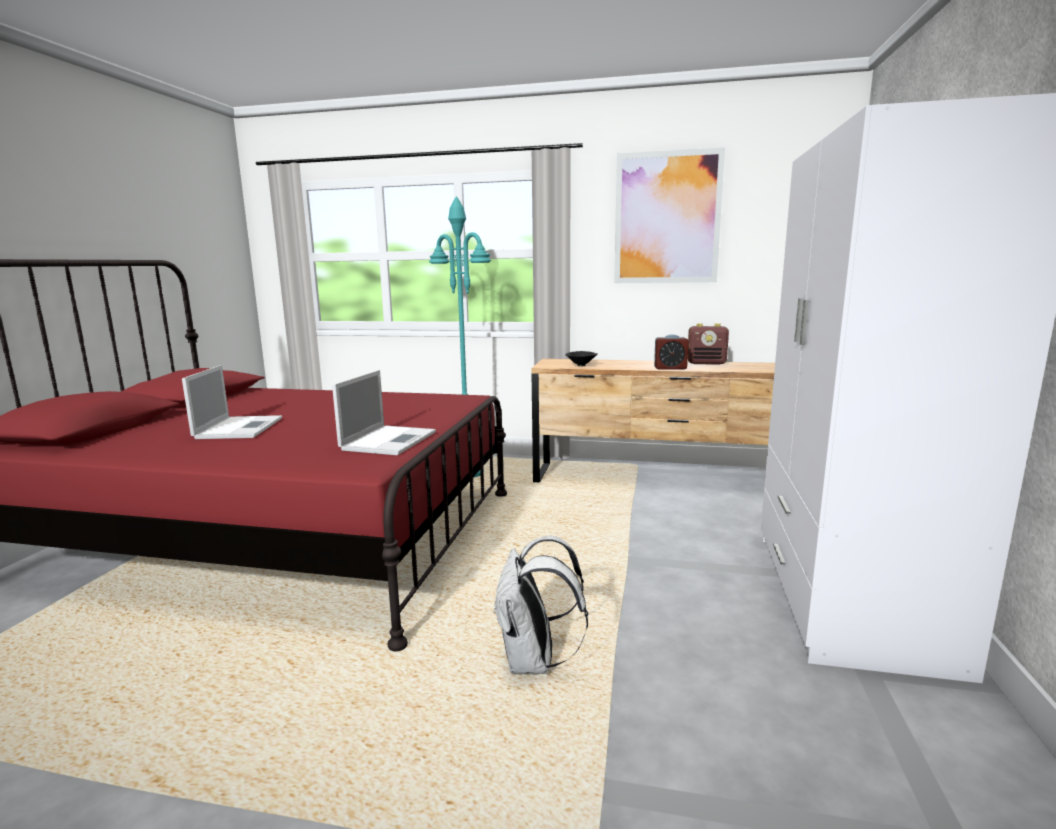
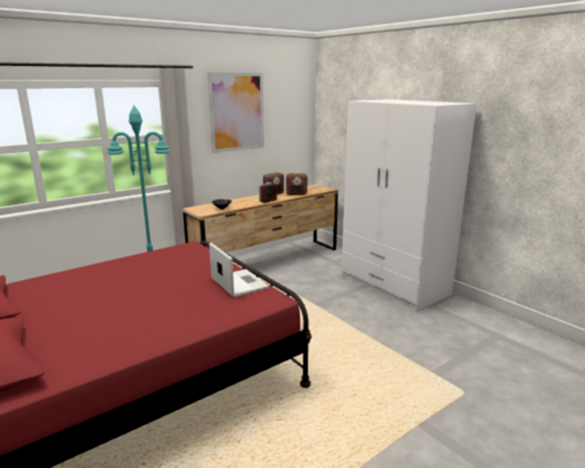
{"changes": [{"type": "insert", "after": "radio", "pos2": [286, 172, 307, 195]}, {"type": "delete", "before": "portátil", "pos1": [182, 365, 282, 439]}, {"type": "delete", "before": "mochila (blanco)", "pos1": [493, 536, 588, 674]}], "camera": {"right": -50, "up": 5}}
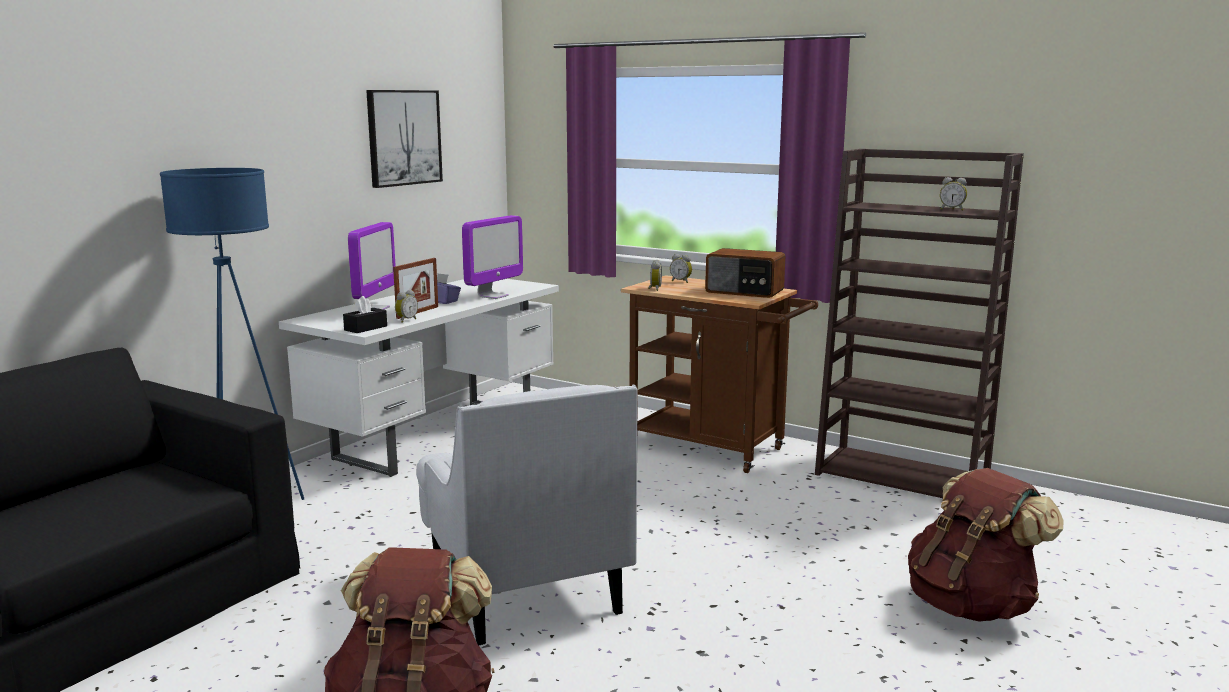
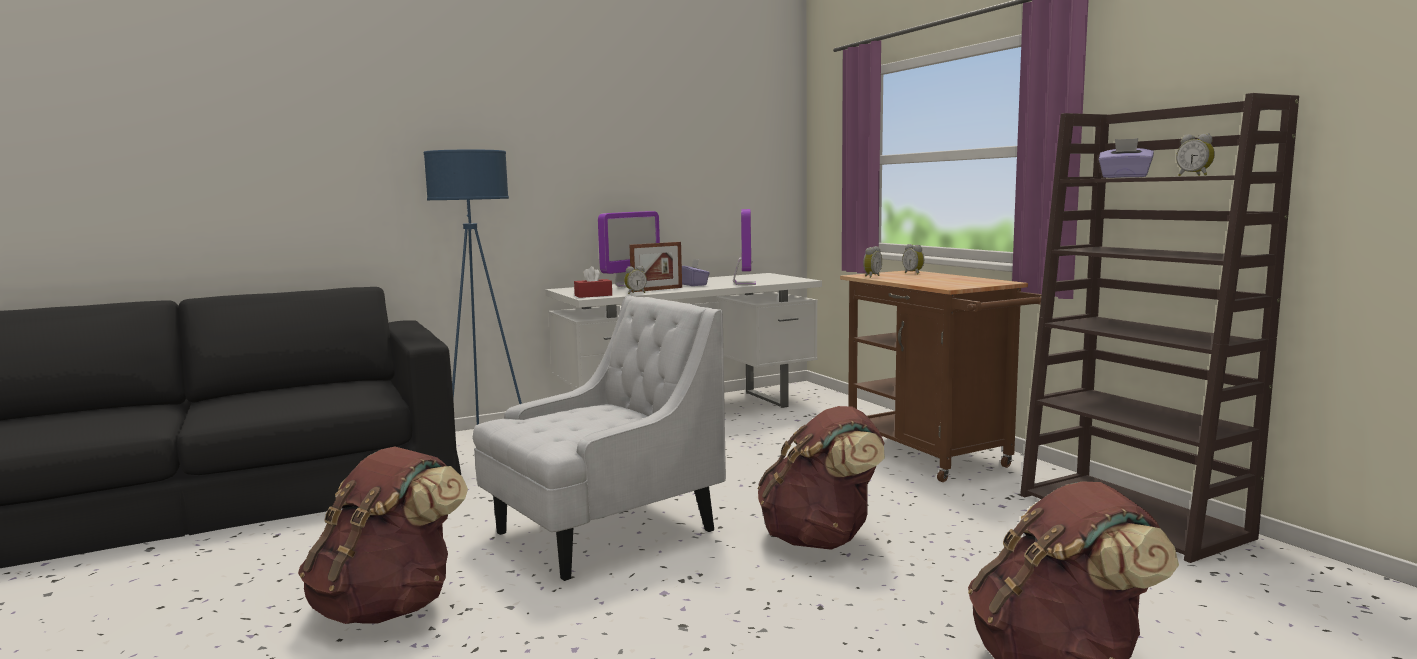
{"changes": [{"type": "rotate", "before": "sillón (blanco)", "pos1": [416, 385, 638, 645], "pos2": [473, 296, 726, 581], "turn": -135}, {"type": "recolor", "before": "caja de pañuelos (negro)", "after": "caja de pañuelos (rojo)", "pos1": [343, 296, 387, 333], "pos2": [574, 266, 612, 298]}, {"type": "rotate", "before": "monitor", "pos1": [462, 215, 523, 299], "pos2": [733, 209, 756, 285], "turn": -60}, {"type": "insert", "after": "mochila (marrón)", "pos2": [758, 406, 885, 550]}, {"type": "insert", "after": "caja de pañuelos (morado)", "pos2": [1099, 138, 1154, 178]}, {"type": "delete", "before": "cuadro", "pos1": [366, 90, 443, 188]}, {"type": "delete", "before": "radio", "pos1": [705, 248, 785, 298]}], "camera": {"right": 30, "up": -5}}
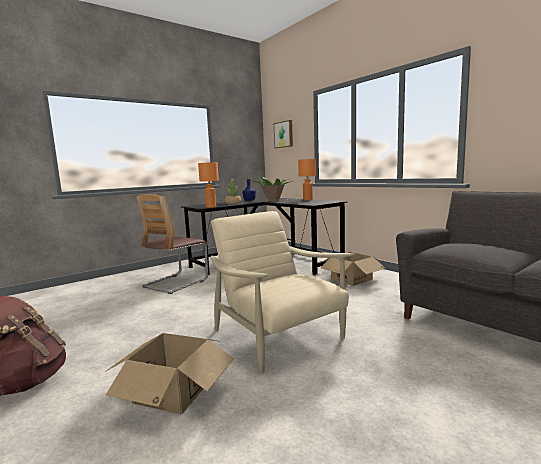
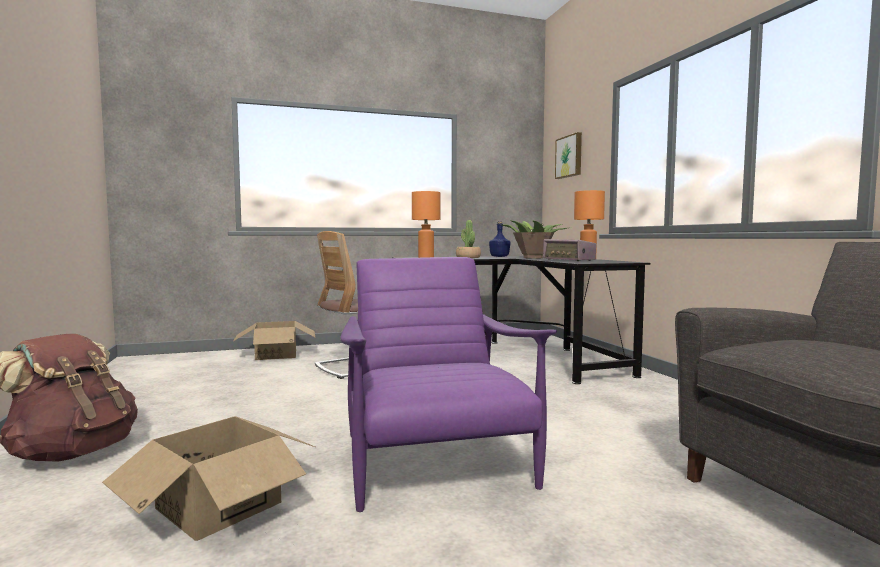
{"changes": [{"type": "move", "before": "caja de cartón", "pos1": [321, 252, 385, 286], "pos2": [233, 321, 316, 360]}, {"type": "recolor", "before": "sillón (beis)", "after": "sillón (morado)", "pos1": [210, 211, 355, 373], "pos2": [341, 257, 557, 512]}, {"type": "insert", "after": "radio", "pos2": [543, 239, 596, 261]}], "camera": {"right": 20, "up": -5}}
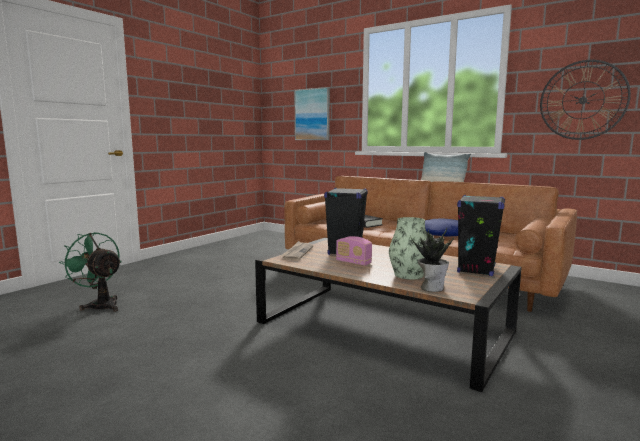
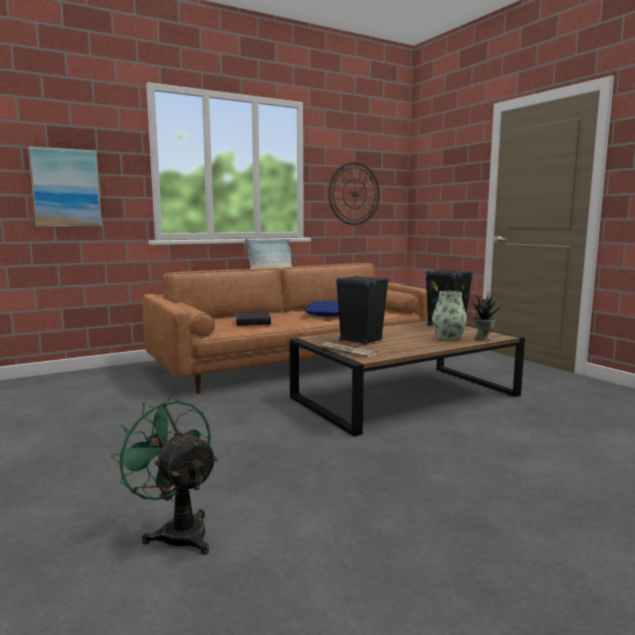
{"changes": [{"type": "rotate", "before": "ventilador (verde)", "pos1": [59, 232, 122, 312], "pos2": [111, 397, 218, 555], "turn": 75}, {"type": "delete", "before": "radio", "pos1": [336, 236, 372, 266]}], "camera": {"right": -65, "up": 0}}
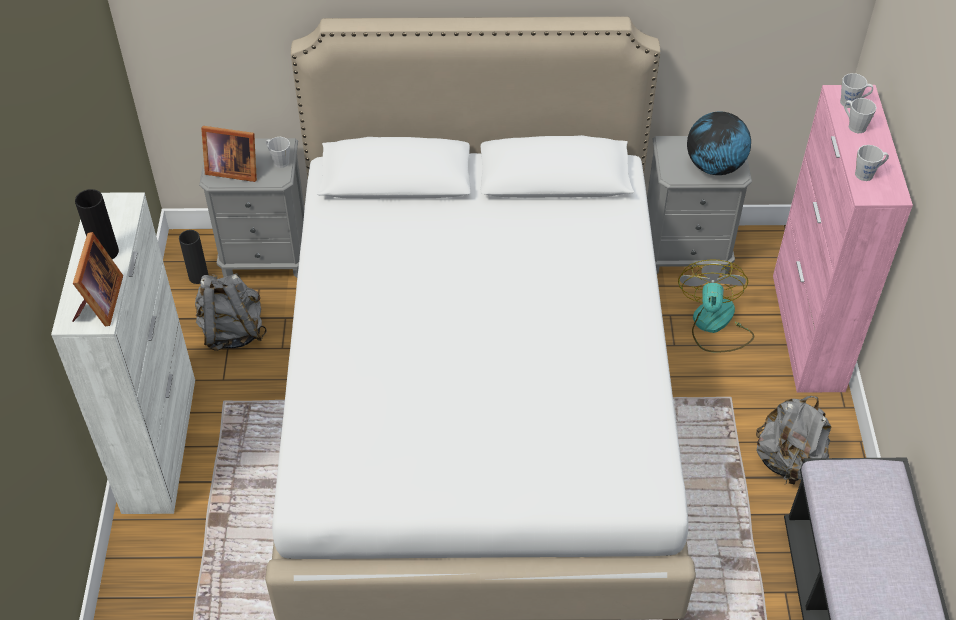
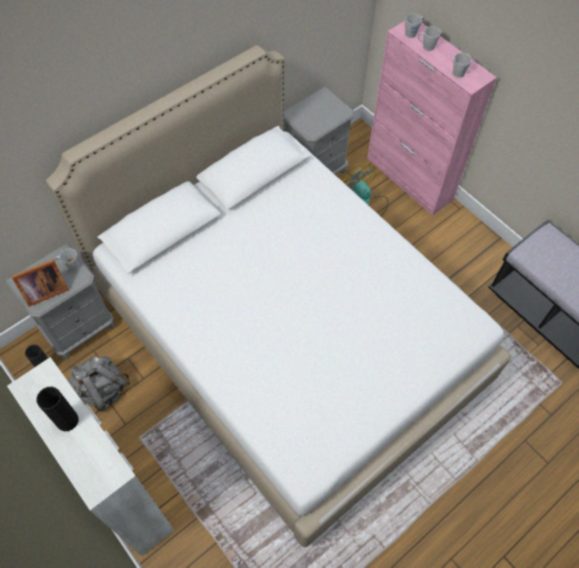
{"changes": [{"type": "delete", "before": "portarretratos", "pos1": [72, 232, 123, 327]}, {"type": "delete", "before": "globo terráqueo", "pos1": [687, 111, 751, 175]}, {"type": "delete", "before": "mochila (gris)", "pos1": [756, 396, 831, 485]}], "camera": {"right": -40, "up": 10}}
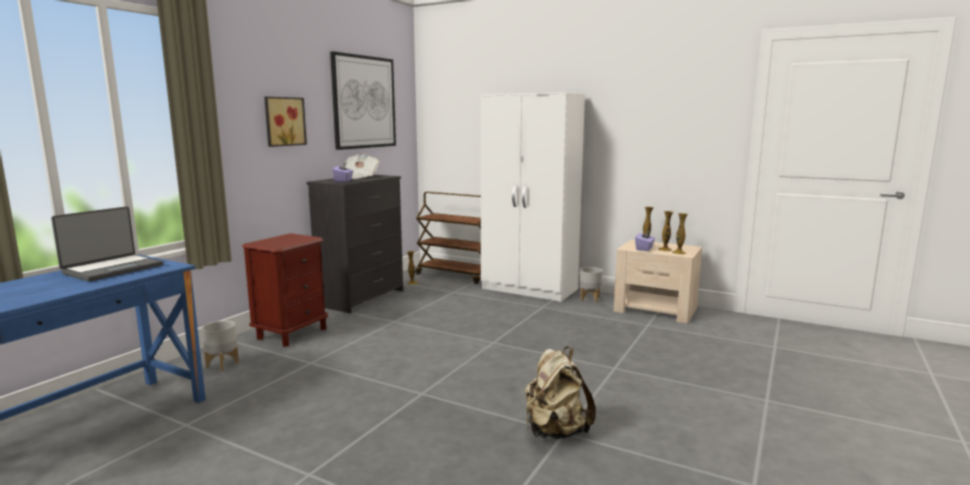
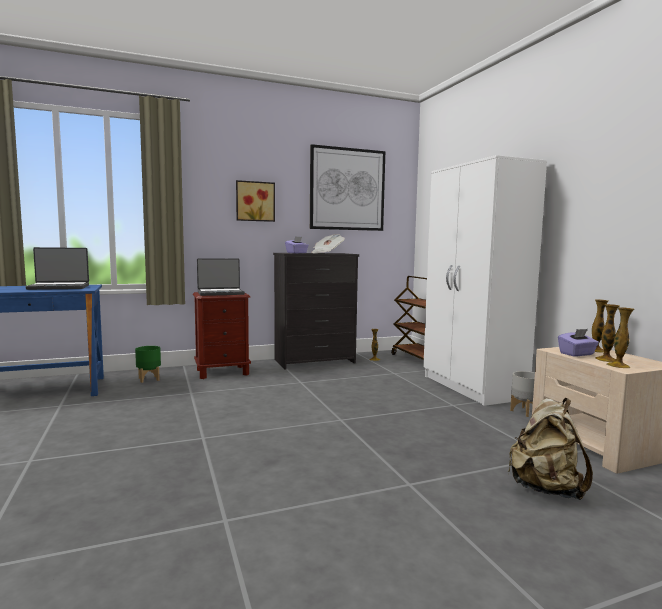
{"changes": [{"type": "recolor", "before": "maceta (gris)", "after": "maceta (verde)", "pos1": [202, 321, 239, 371], "pos2": [135, 346, 161, 383]}, {"type": "insert", "after": "portátil", "pos2": [197, 258, 245, 296]}, {"type": "move", "before": "mochila (beis)", "pos1": [525, 347, 596, 439], "pos2": [508, 398, 593, 500]}], "camera": {"right": 40, "up": -5}}
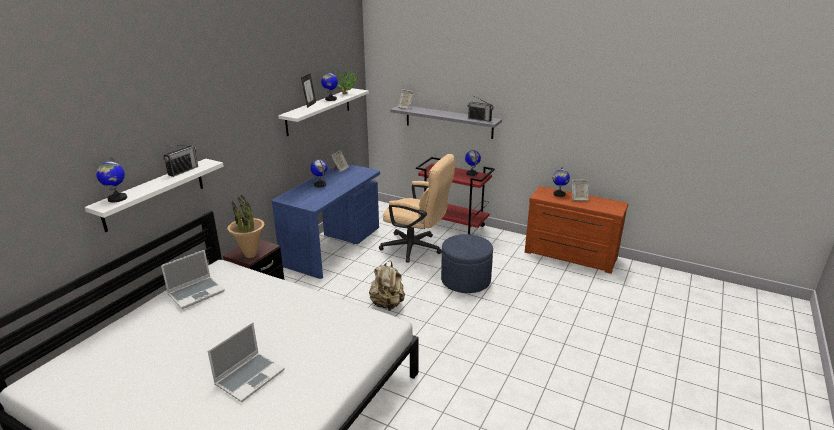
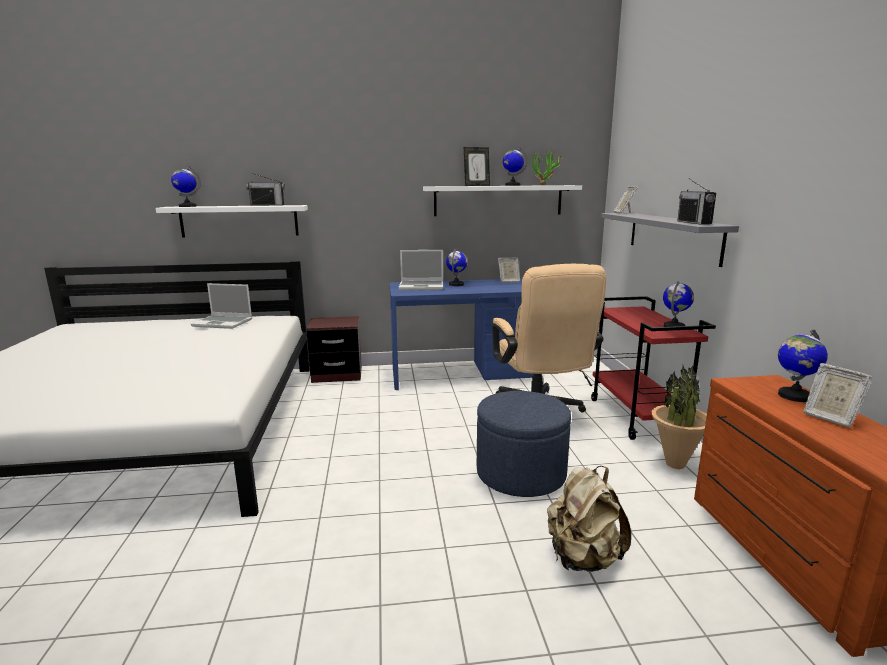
{"changes": [{"type": "move", "before": "portátil", "pos1": [208, 322, 285, 402], "pos2": [398, 250, 443, 290]}, {"type": "move", "before": "mochila (beis)", "pos1": [369, 261, 405, 311], "pos2": [547, 466, 631, 572]}, {"type": "move", "before": "planta en maceta", "pos1": [228, 194, 265, 258], "pos2": [652, 366, 707, 469]}], "camera": {"right": 55, "up": -10}}
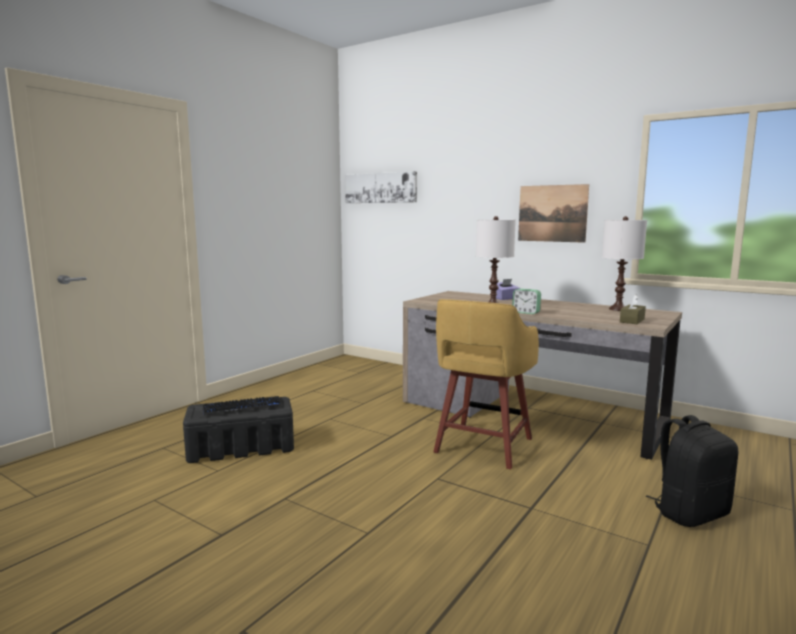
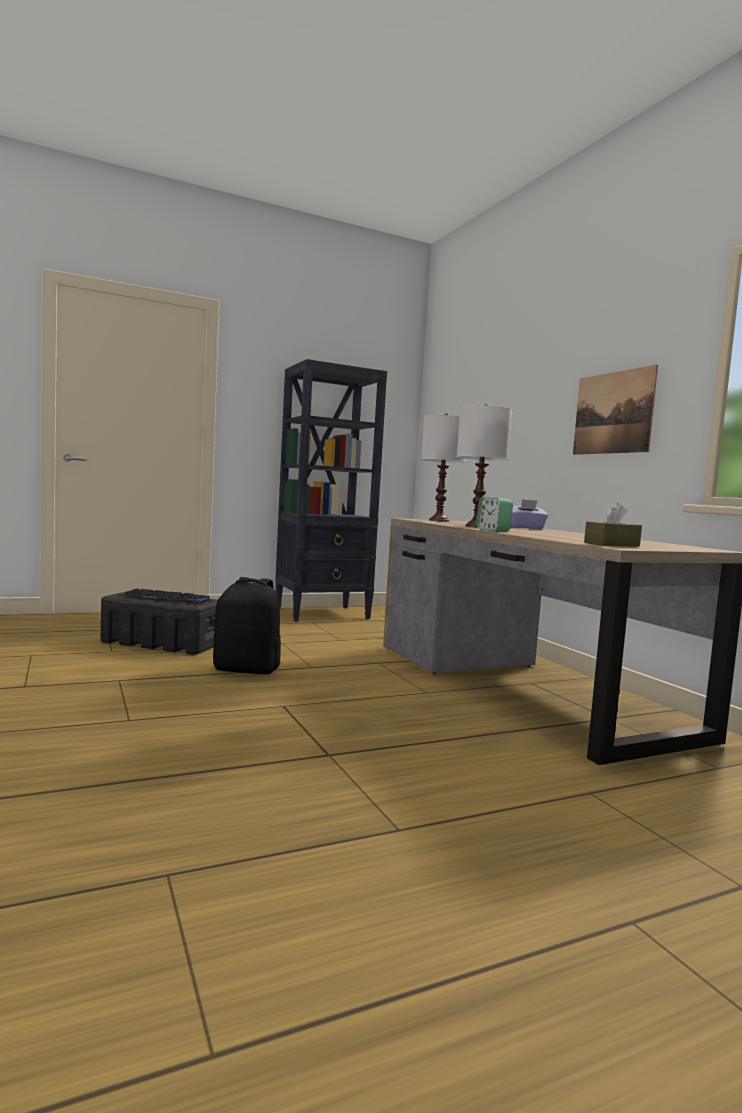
{"changes": [{"type": "move", "before": "mochila (negro)", "pos1": [646, 415, 739, 527], "pos2": [213, 577, 281, 674]}, {"type": "insert", "after": "estantería (negro)", "pos2": [275, 359, 387, 622]}, {"type": "move", "before": "lámpara de mesa (blanco)", "pos1": [602, 216, 647, 311], "pos2": [421, 414, 466, 522]}, {"type": "delete", "before": "cuadro", "pos1": [345, 171, 417, 203]}, {"type": "delete", "before": "taburete (amarillo)", "pos1": [433, 299, 539, 469]}], "camera": {"right": 30, "up": -5}}
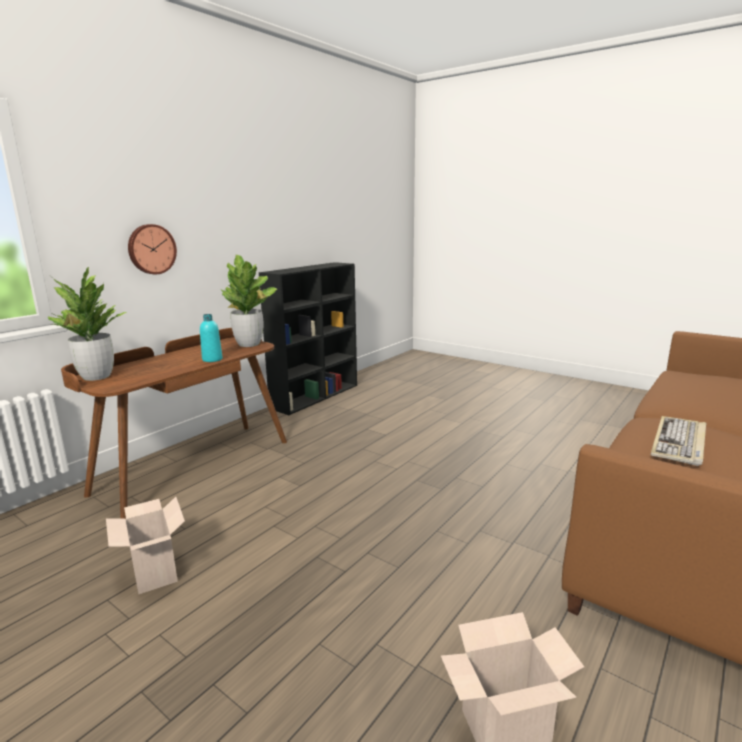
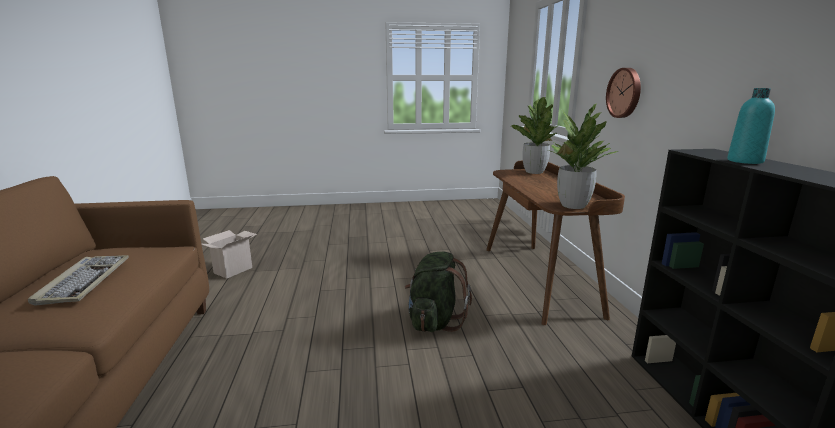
{"changes": [{"type": "insert", "after": "mochila (verde)", "pos2": [405, 252, 472, 332]}, {"type": "move", "before": "botella (turquesa)", "pos1": [200, 314, 223, 362], "pos2": [727, 88, 775, 164]}, {"type": "delete", "before": "caja de cartón", "pos1": [106, 497, 185, 594]}], "camera": {"right": 135, "up": 0}}
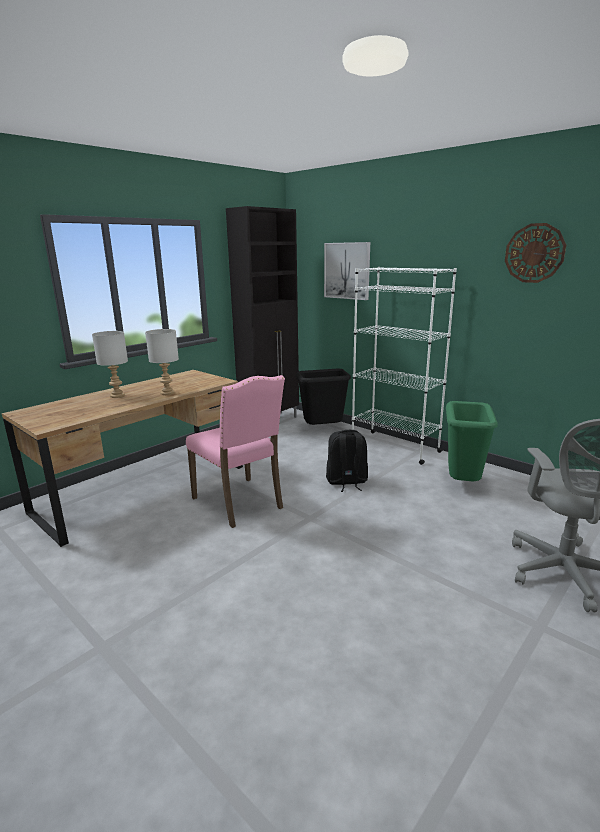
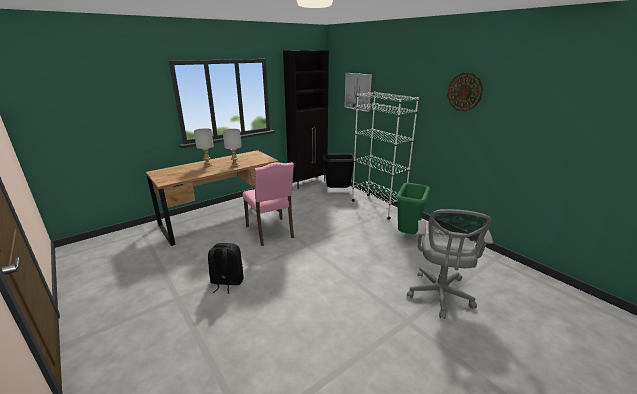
{"changes": [{"type": "move", "before": "mochila (negro)", "pos1": [326, 430, 368, 492], "pos2": [208, 243, 244, 294]}], "camera": {"right": 10, "up": 5}}
